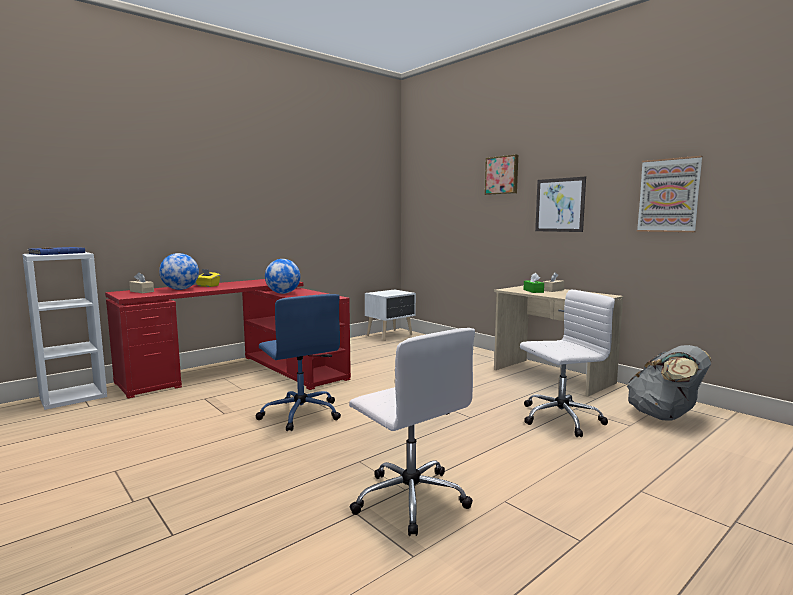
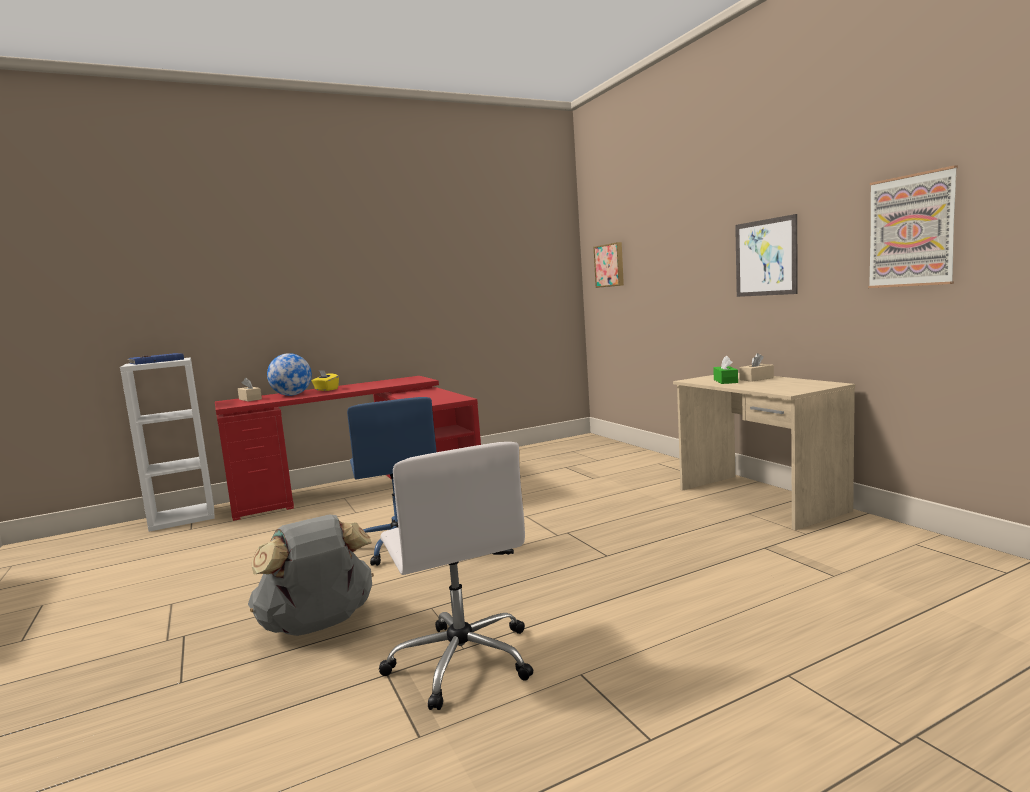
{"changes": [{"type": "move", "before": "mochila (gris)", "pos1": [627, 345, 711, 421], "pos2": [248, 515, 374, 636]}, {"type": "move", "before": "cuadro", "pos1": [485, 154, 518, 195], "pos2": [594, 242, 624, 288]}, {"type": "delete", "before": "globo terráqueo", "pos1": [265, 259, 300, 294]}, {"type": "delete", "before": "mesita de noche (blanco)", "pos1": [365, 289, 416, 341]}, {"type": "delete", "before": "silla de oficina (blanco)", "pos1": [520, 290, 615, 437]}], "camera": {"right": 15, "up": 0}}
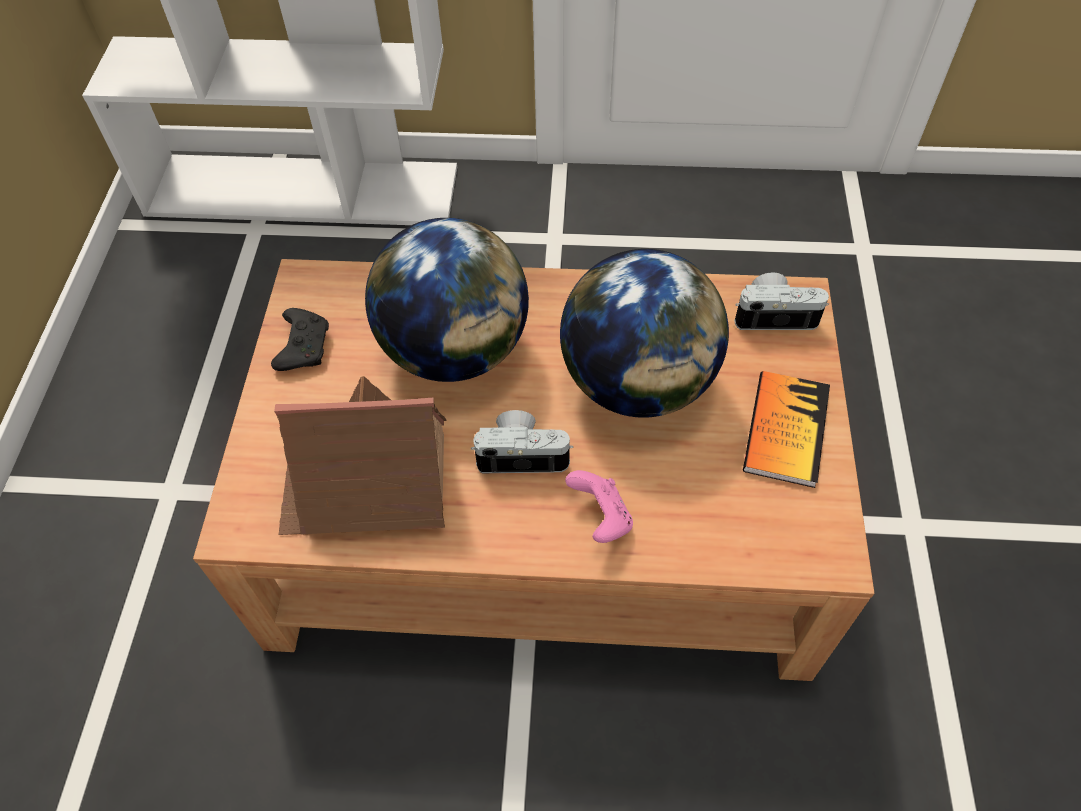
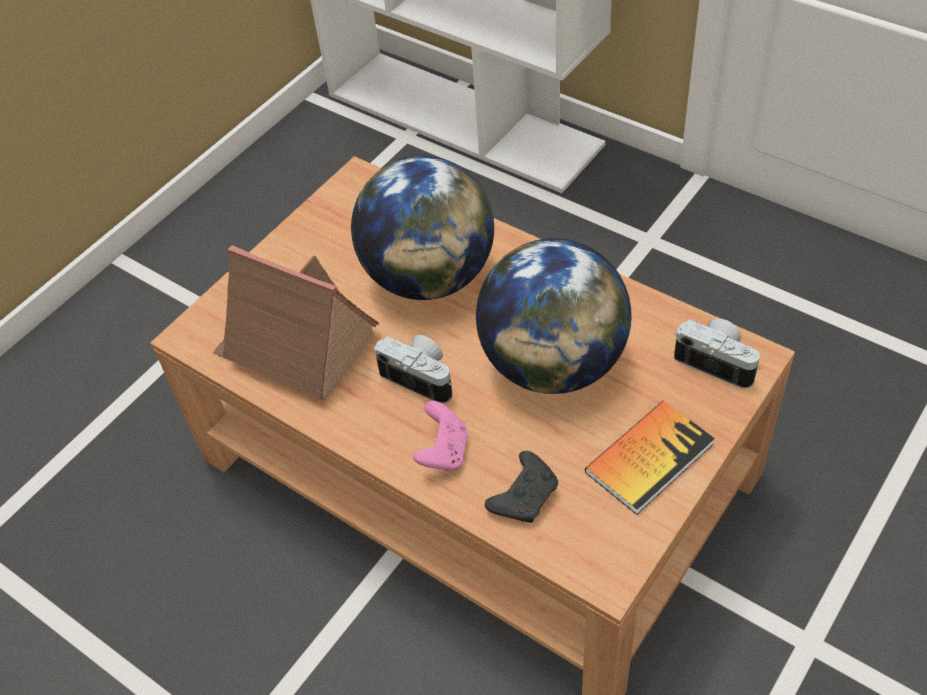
{"changes": [{"type": "move", "before": "mando de consola (negro)", "pos1": [271, 308, 329, 371], "pos2": [485, 451, 558, 523]}], "camera": {"right": 35, "up": -5}}
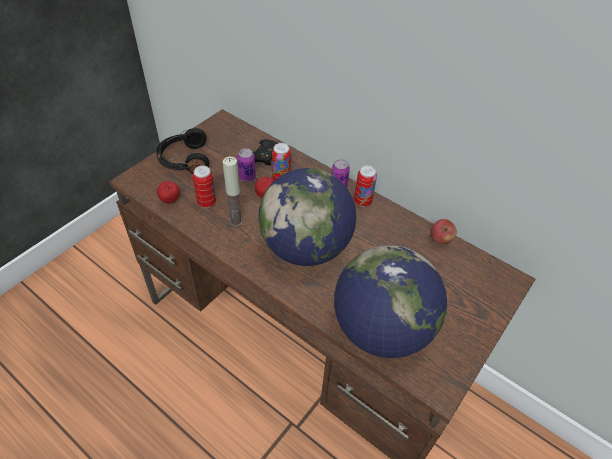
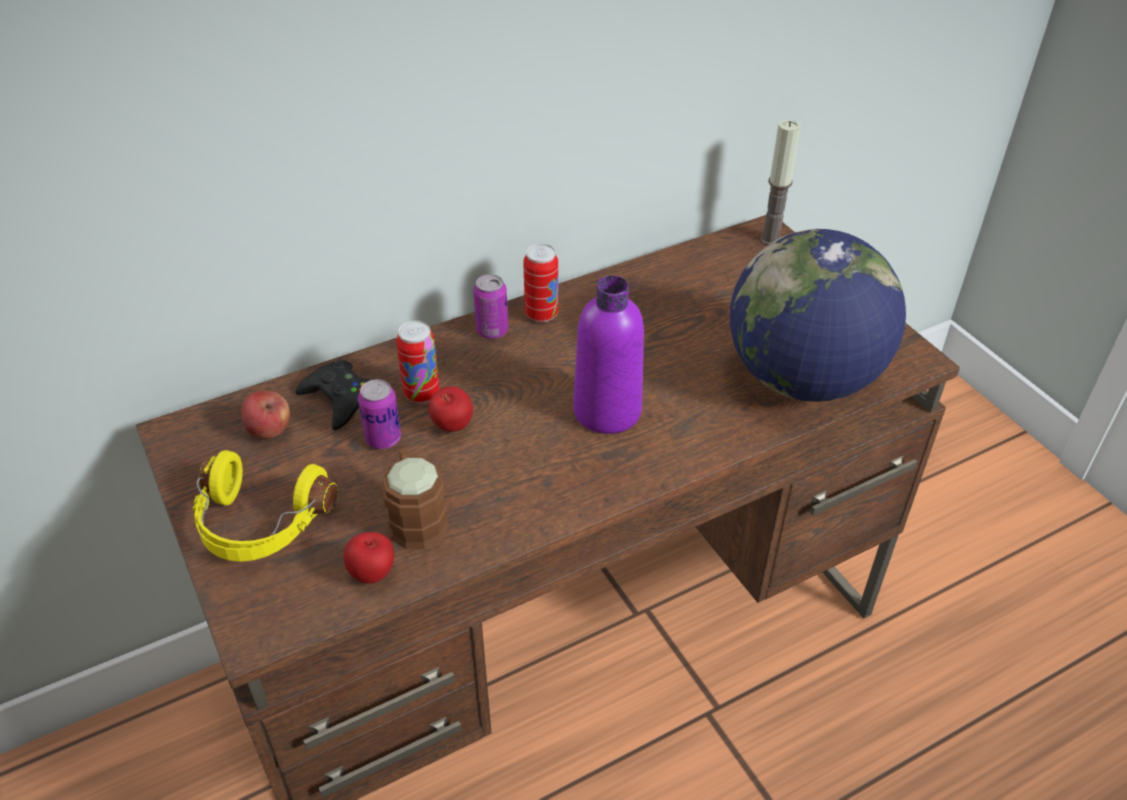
{"changes": [{"type": "recolor", "before": "auriculares (negro)", "after": "auriculares (amarillo)", "pos1": [156, 128, 209, 174], "pos2": [192, 450, 338, 562]}, {"type": "move", "before": "manzana", "pos1": [431, 219, 457, 244], "pos2": [241, 391, 290, 439]}, {"type": "replace", "before": "lata", "after": "taza grande (marrón)", "pos1": [193, 166, 216, 208], "pos2": [381, 449, 449, 549]}, {"type": "replace", "before": "globo terráqueo", "after": "botella (morado)", "pos1": [258, 168, 356, 266], "pos2": [573, 275, 644, 434]}, {"type": "move", "before": "vela", "pos1": [223, 157, 243, 227], "pos2": [760, 120, 801, 245]}], "camera": {"right": -65, "up": -5}}
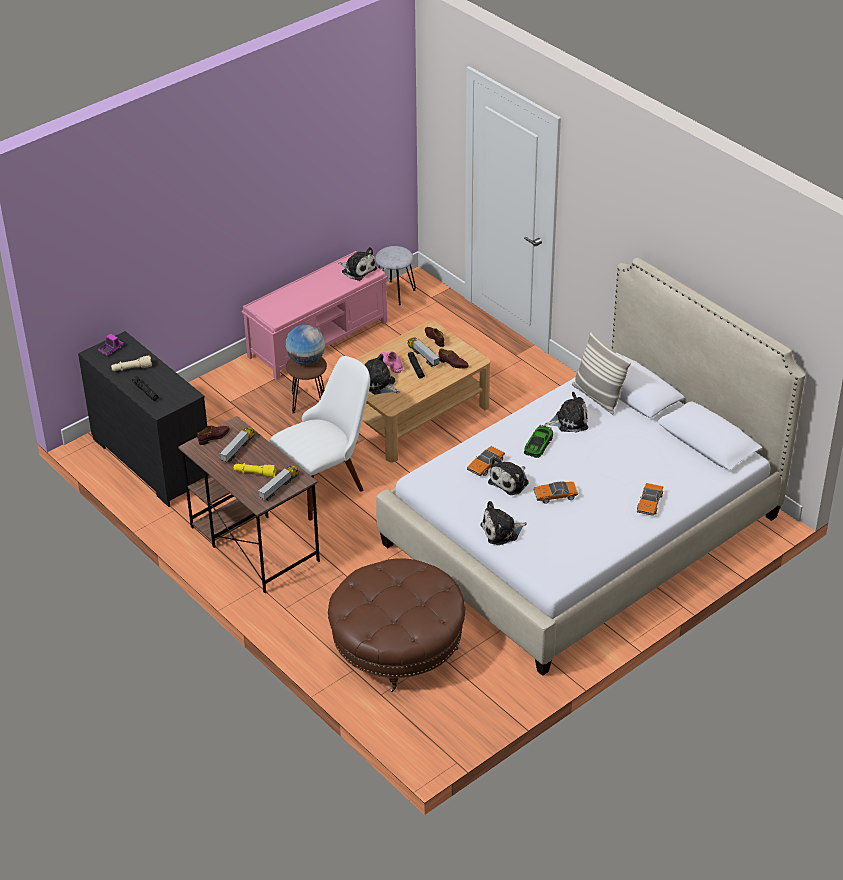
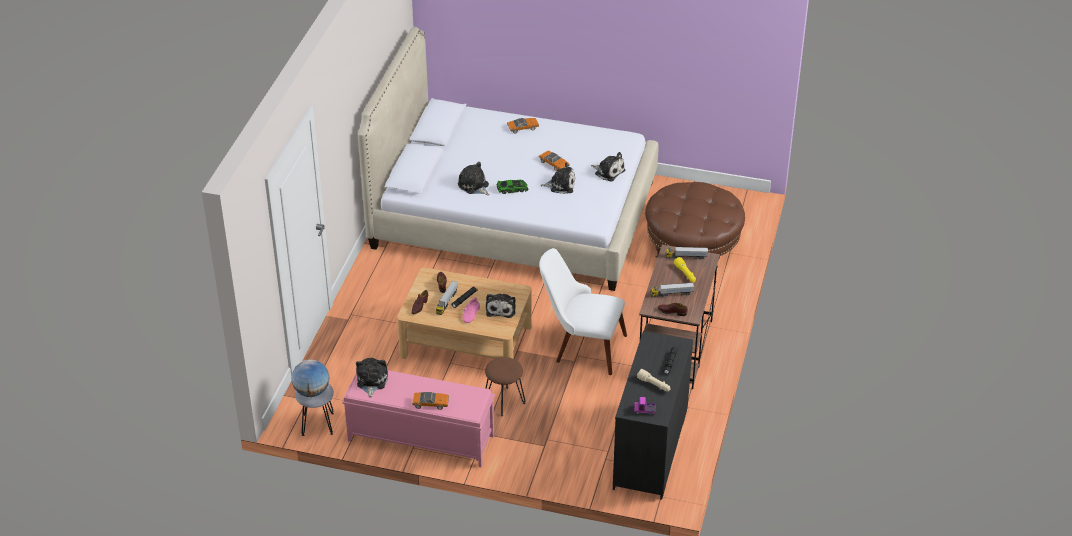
{"changes": [{"type": "move", "before": "globo terráqueo", "pos1": [285, 325, 325, 365], "pos2": [292, 359, 329, 397]}, {"type": "move", "before": "coche de juguete", "pos1": [467, 446, 505, 476], "pos2": [412, 392, 449, 410]}, {"type": "delete", "before": "cojín", "pos1": [572, 333, 631, 415]}], "camera": {"right": -125, "up": 0}}
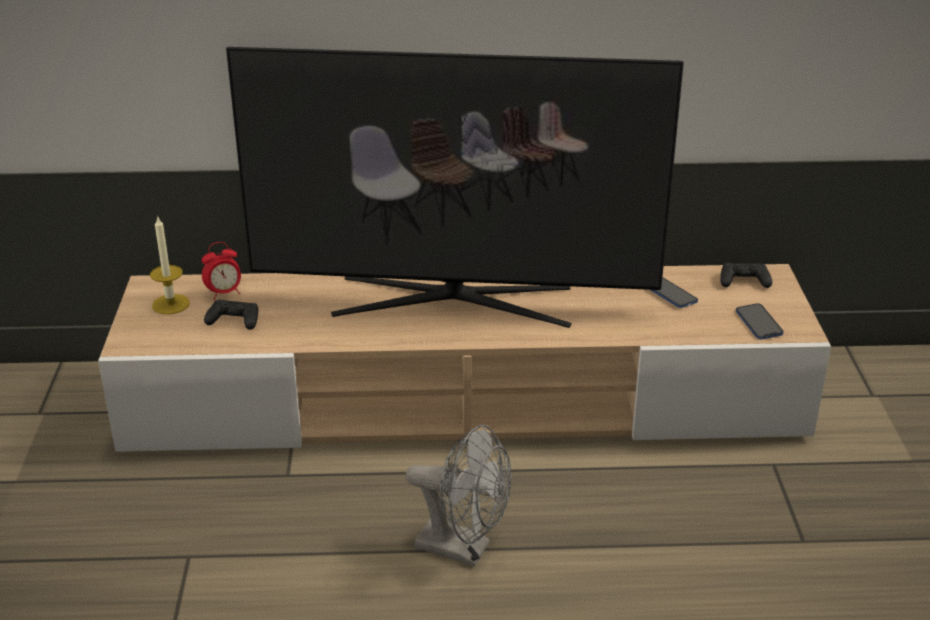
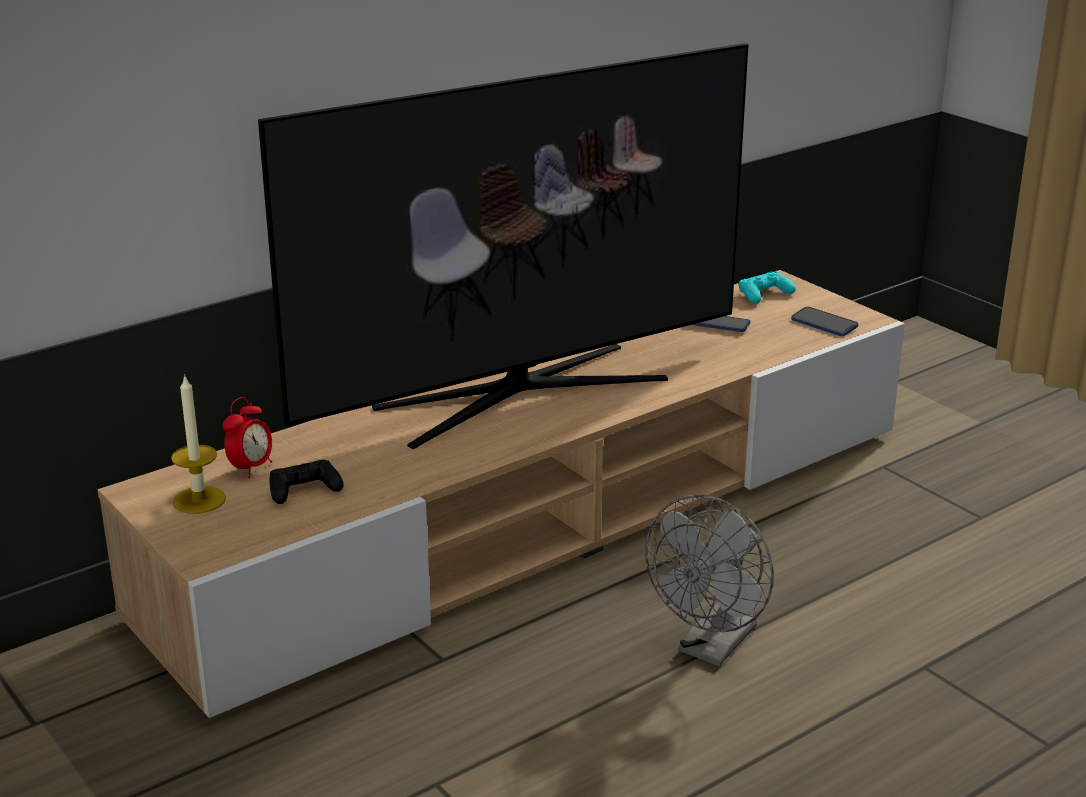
{"changes": [{"type": "rotate", "before": "ventilador (gris)", "pos1": [406, 425, 511, 567], "pos2": [645, 495, 774, 666], "turn": 135}, {"type": "recolor", "before": "mando de consola (negro)", "after": "mando de consola (turquesa)", "pos1": [720, 263, 772, 288], "pos2": [738, 272, 796, 304]}], "camera": {"right": -35, "up": -5}}
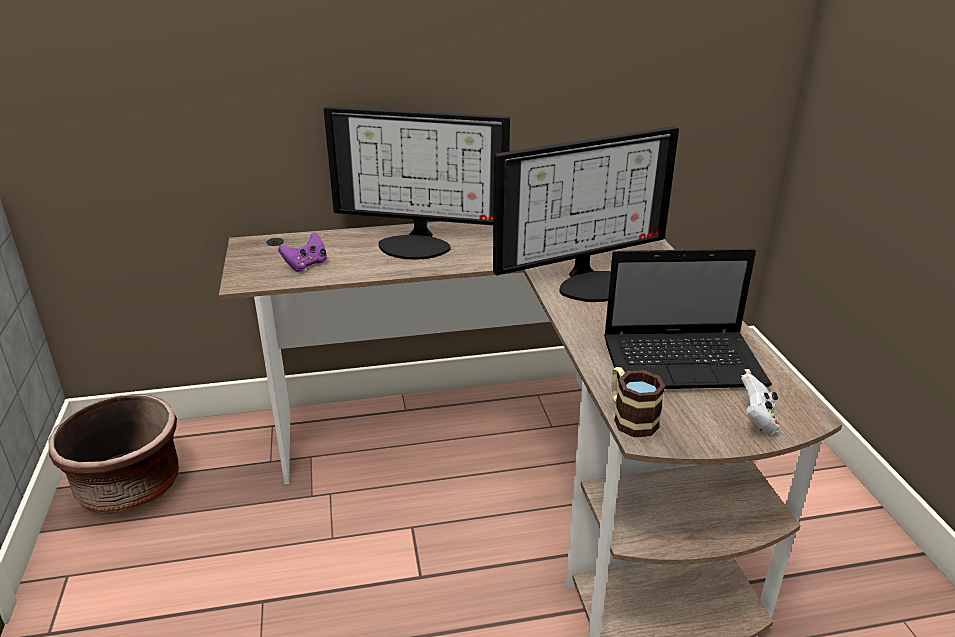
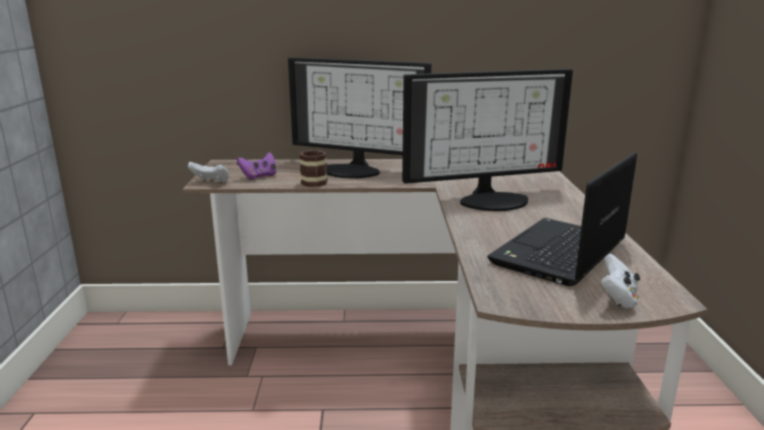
{"changes": [{"type": "insert", "after": "mando de consola (blanco)", "pos2": [188, 162, 230, 183]}, {"type": "move", "before": "taza grande", "pos1": [611, 367, 665, 437], "pos2": [299, 150, 327, 187]}, {"type": "rotate", "before": "portátil", "pos1": [604, 249, 772, 389], "pos2": [487, 152, 637, 286], "turn": 120}, {"type": "delete", "before": "maceta (marrón)", "pos1": [49, 394, 179, 514]}], "camera": {"right": 10, "up": -10}}
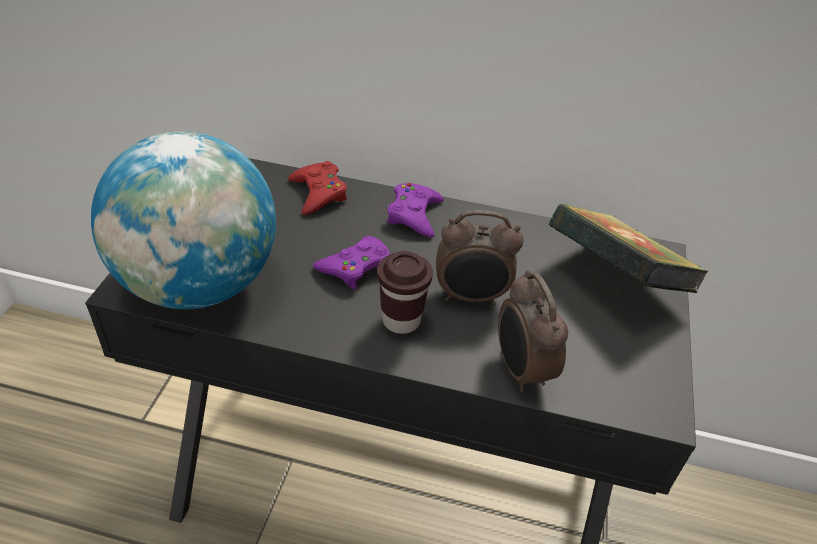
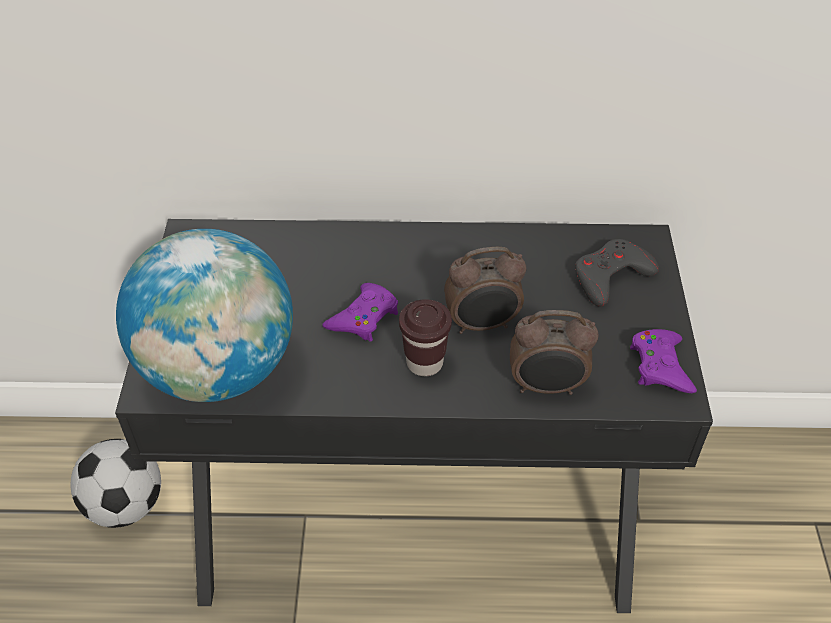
{"changes": [{"type": "insert", "after": "balón de fútbol", "pos2": [71, 439, 161, 528]}, {"type": "rotate", "before": "despertador", "pos1": [498, 270, 568, 392], "pos2": [510, 310, 599, 395], "turn": -60}, {"type": "replace", "before": "libro", "after": "mando de consola (gris)", "pos1": [549, 204, 709, 293], "pos2": [575, 239, 659, 306]}, {"type": "move", "before": "mando de consola (morado)", "pos1": [387, 183, 444, 238], "pos2": [630, 329, 697, 393]}, {"type": "delete", "before": "mando de consola (rojo)", "pos1": [288, 161, 347, 215]}], "camera": {"right": -10, "up": 5}}
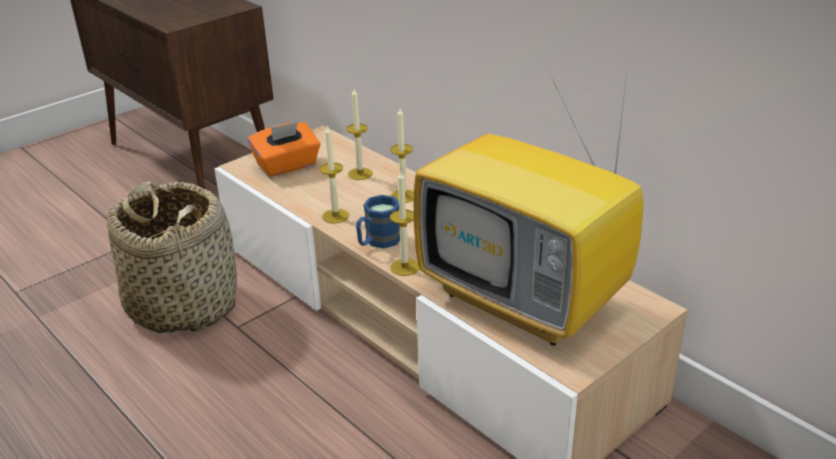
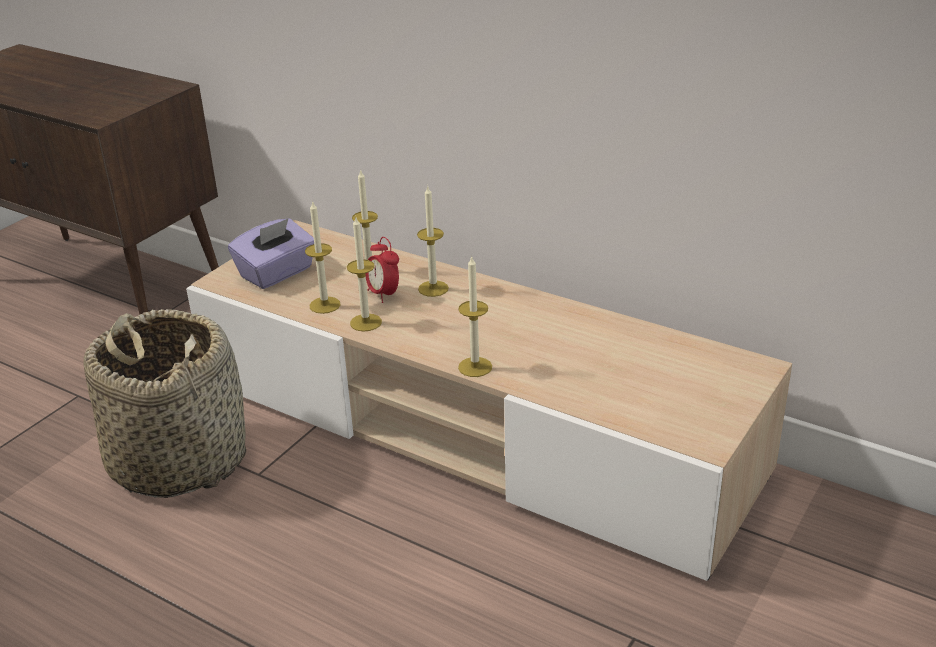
{"changes": [{"type": "recolor", "before": "caja de pañuelos (naranja)", "after": "caja de pañuelos (morado)", "pos1": [248, 122, 320, 177], "pos2": [228, 218, 314, 289]}, {"type": "insert", "after": "vela", "pos2": [305, 200, 340, 314]}, {"type": "insert", "after": "despertador", "pos2": [365, 237, 399, 303]}, {"type": "delete", "before": "taza grande (azul)", "pos1": [356, 195, 400, 248]}, {"type": "delete", "before": "televisor", "pos1": [414, 56, 643, 346]}], "camera": {"right": -15, "up": 0}}
